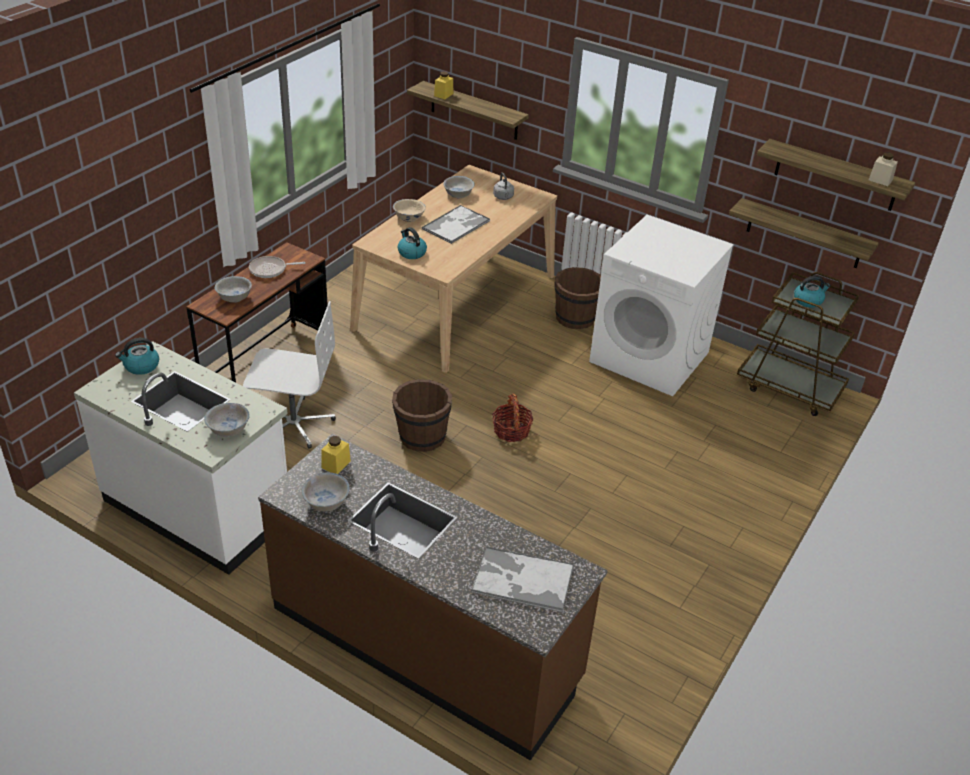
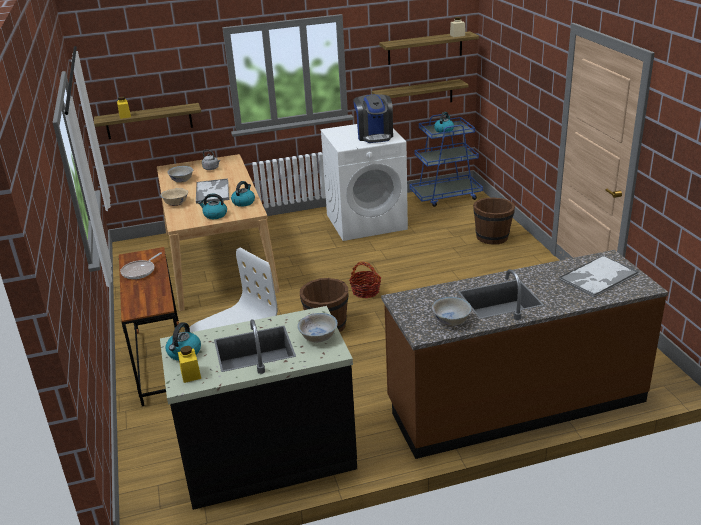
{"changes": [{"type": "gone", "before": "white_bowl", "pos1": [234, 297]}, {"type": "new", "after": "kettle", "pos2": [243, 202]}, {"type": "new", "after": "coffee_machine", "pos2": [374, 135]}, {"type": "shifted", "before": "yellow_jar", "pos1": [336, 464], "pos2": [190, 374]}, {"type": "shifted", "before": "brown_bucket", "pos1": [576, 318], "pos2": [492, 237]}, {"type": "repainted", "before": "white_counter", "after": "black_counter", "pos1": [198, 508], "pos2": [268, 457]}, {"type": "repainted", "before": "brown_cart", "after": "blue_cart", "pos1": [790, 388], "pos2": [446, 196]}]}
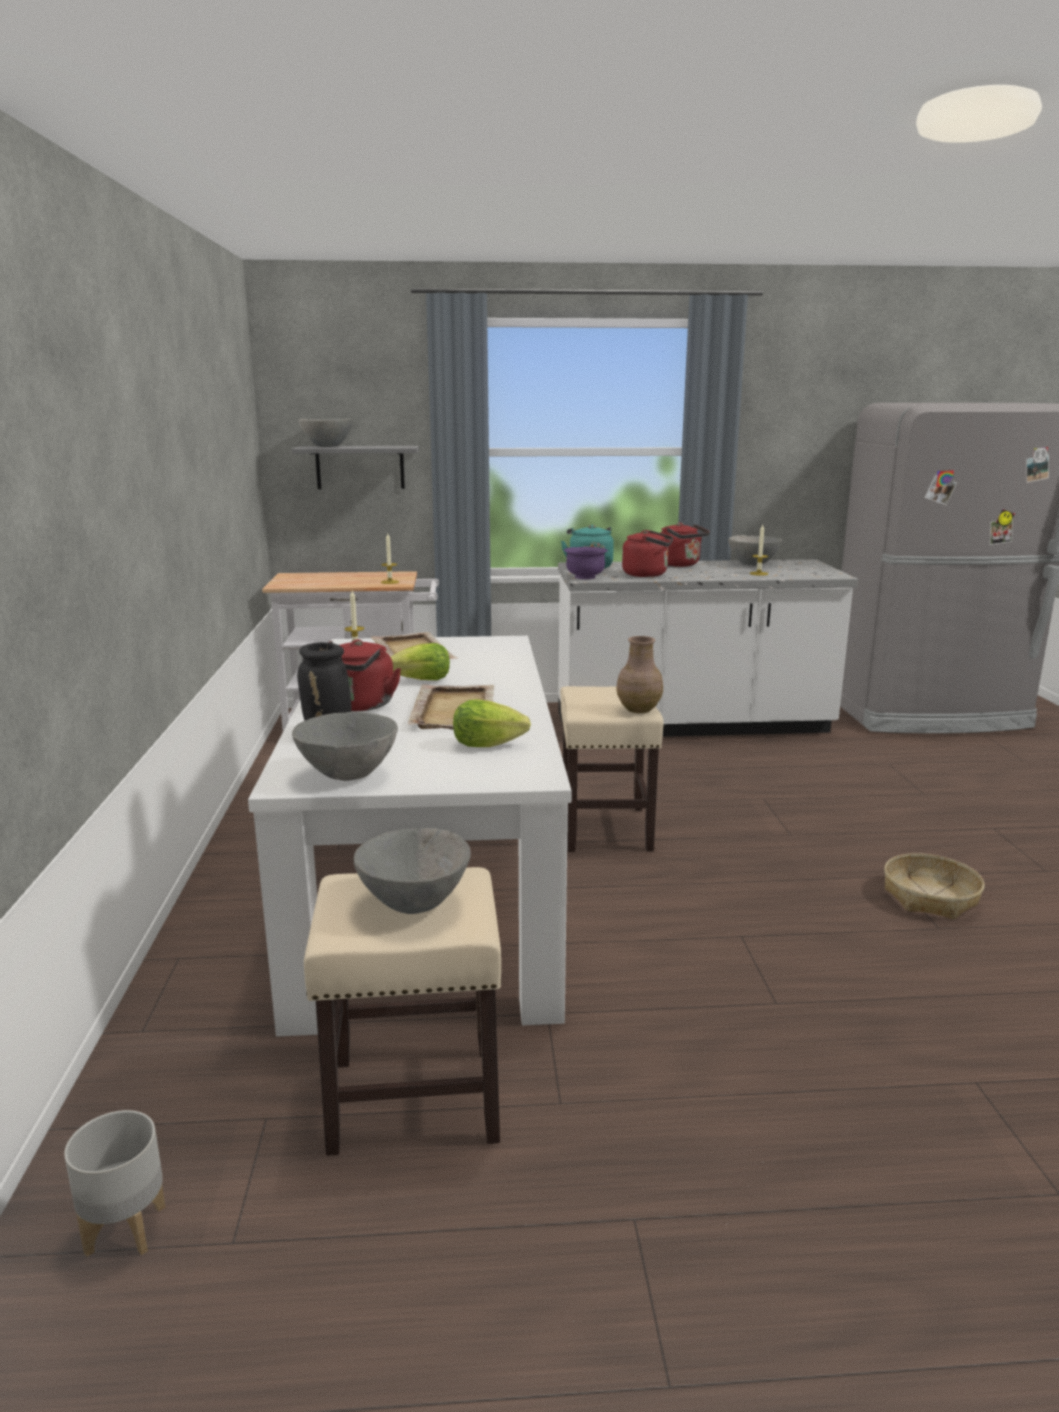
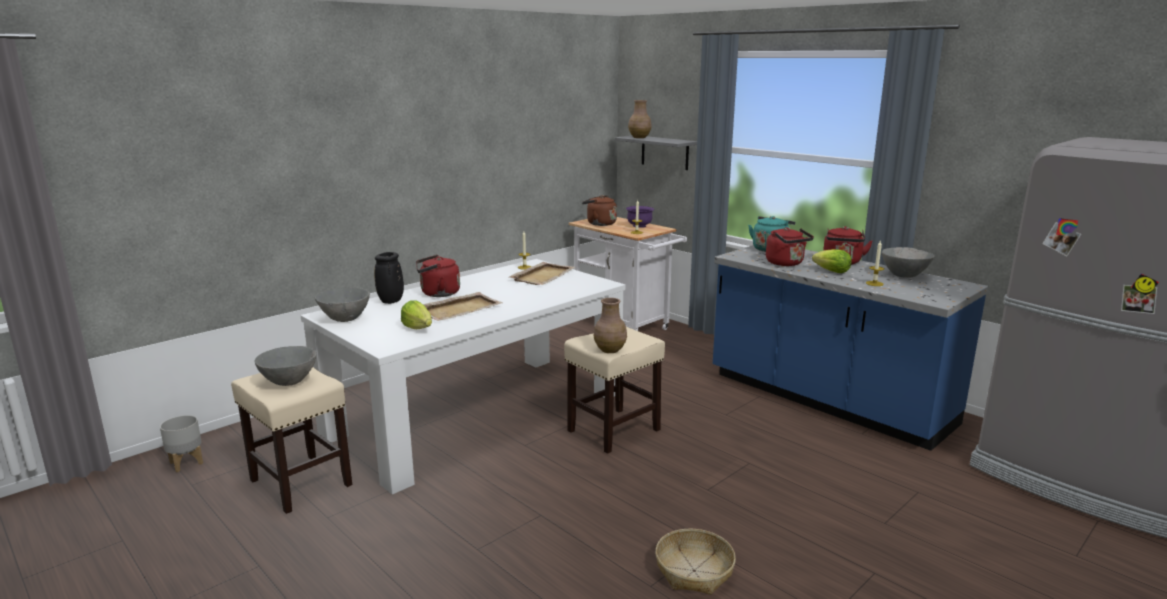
{"changes": [{"type": "new", "after": "brown_kettle", "pos2": [599, 223]}, {"type": "shifted", "before": "lettuce", "pos1": [422, 681], "pos2": [832, 272]}, {"type": "shifted", "before": "purple_bowl", "pos1": [585, 577], "pos2": [639, 226]}, {"type": "swapped", "before": "grey_bowl", "after": "brown_vase", "pos1": [327, 446], "pos2": [640, 137]}, {"type": "repainted", "before": "white_counter", "after": "blue_counter", "pos1": [692, 725], "pos2": [827, 400]}]}
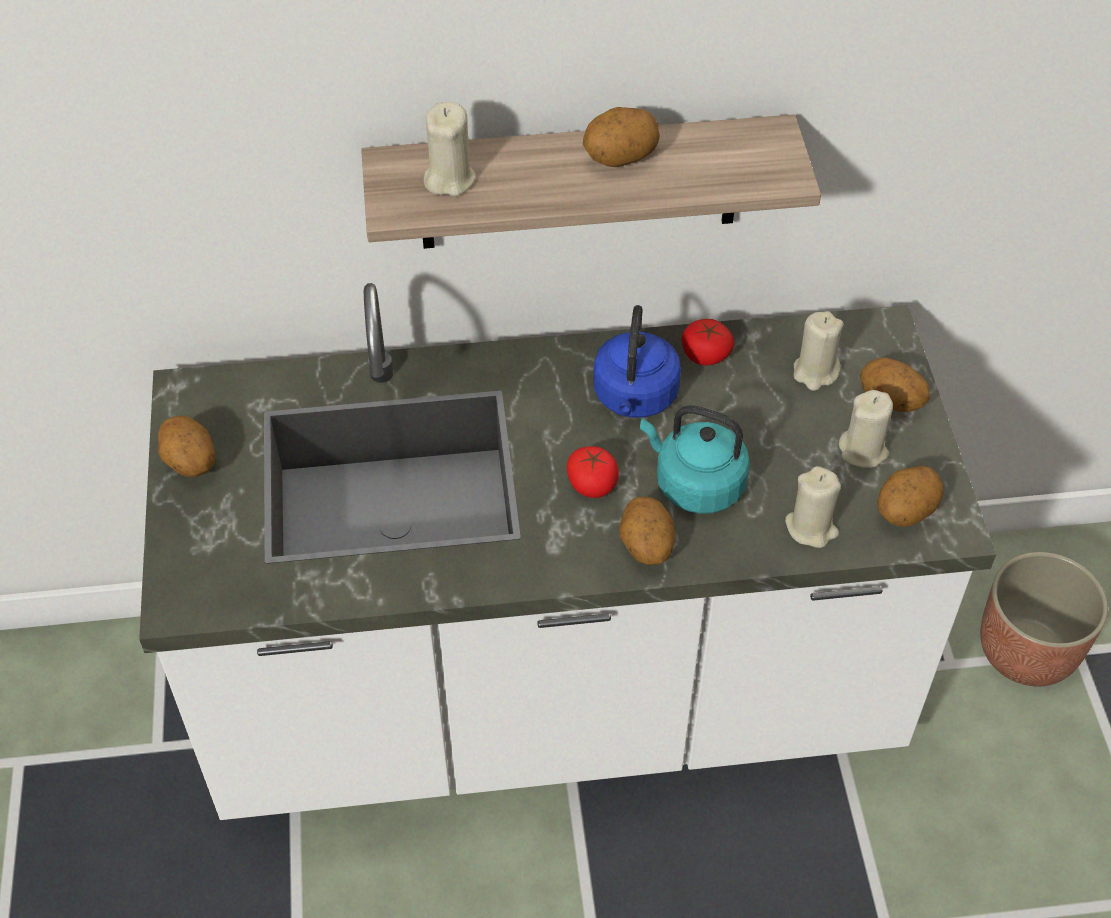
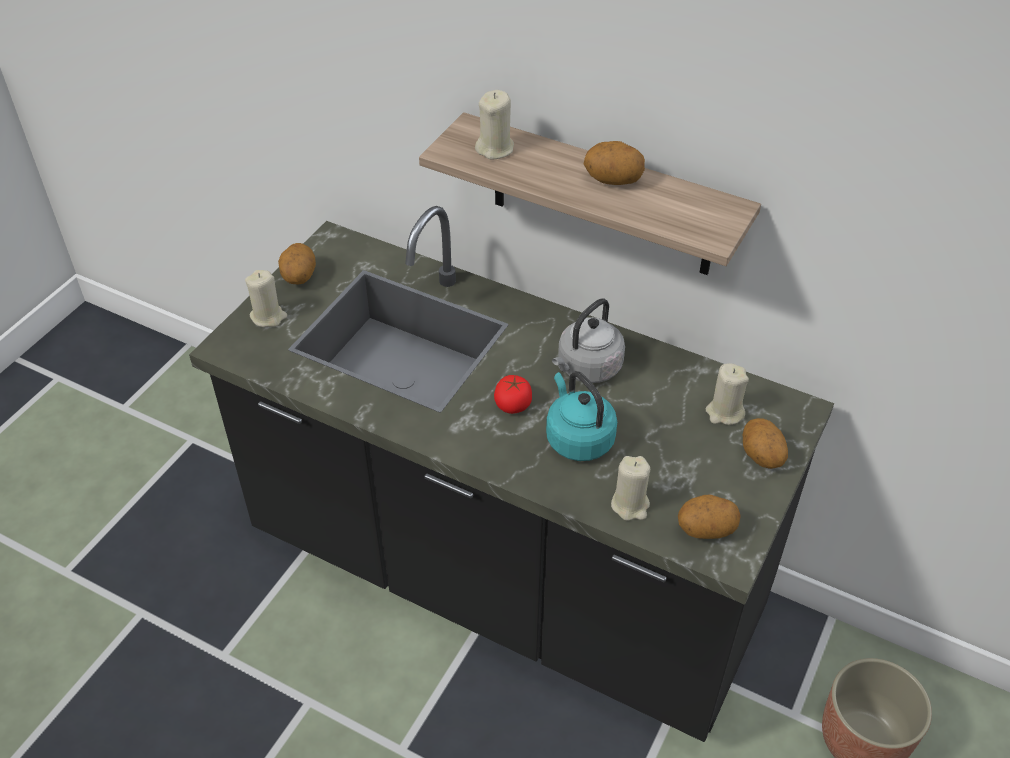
{"changes": [{"type": "gone", "before": "potato", "pos1": [645, 547]}, {"type": "gone", "before": "tomato", "pos1": [705, 354]}, {"type": "shifted", "before": "beige_candle", "pos1": [863, 450], "pos2": [268, 316]}, {"type": "repainted", "before": "white_counter", "after": "black_counter", "pos1": [555, 700], "pos2": [505, 578]}, {"type": "repainted", "before": "blue_kettle", "after": "grey_kettle", "pos1": [634, 398], "pos2": [587, 368]}]}
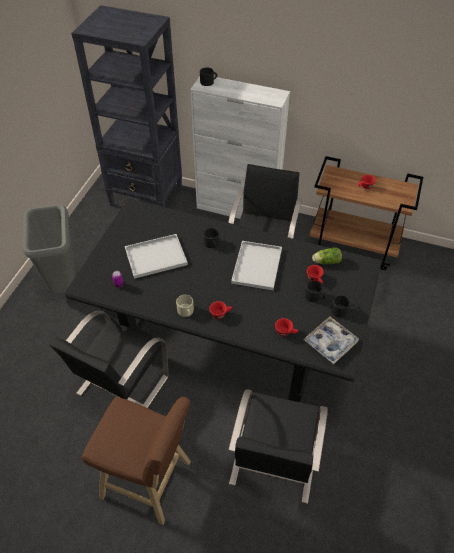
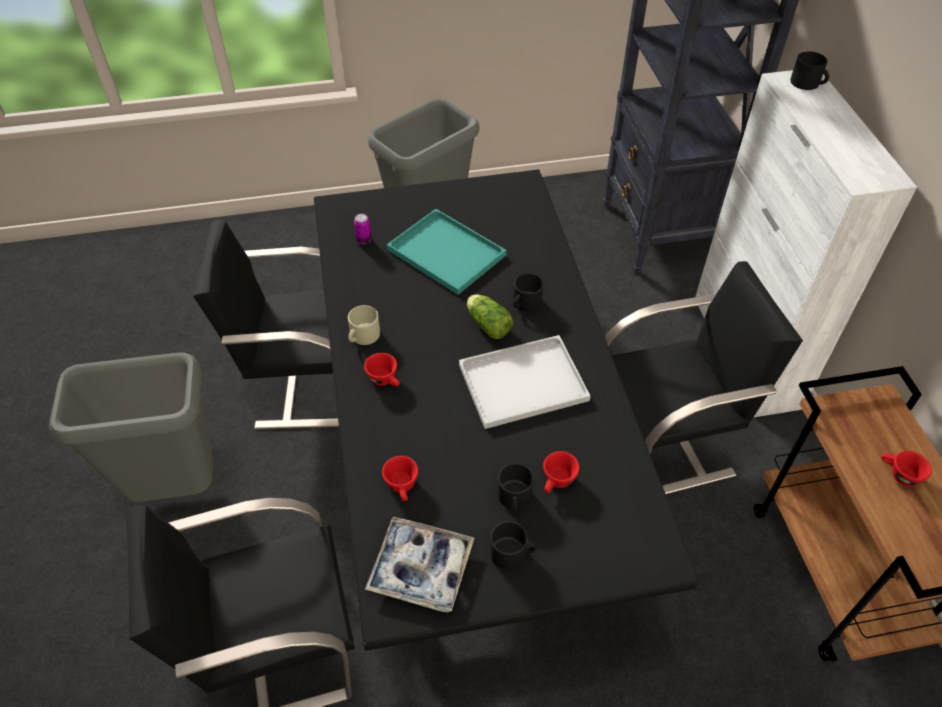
{"changes": [{"type": "shifted", "before": "lettuce", "pos1": [325, 261], "pos2": [487, 324]}, {"type": "swapped", "before": "brown_stool", "after": "grey_trash_can", "pos1": [150, 481], "pos2": [175, 492]}, {"type": "repainted", "before": "white_tray", "after": "turquoise_tray", "pos1": [157, 256], "pos2": [448, 253]}]}
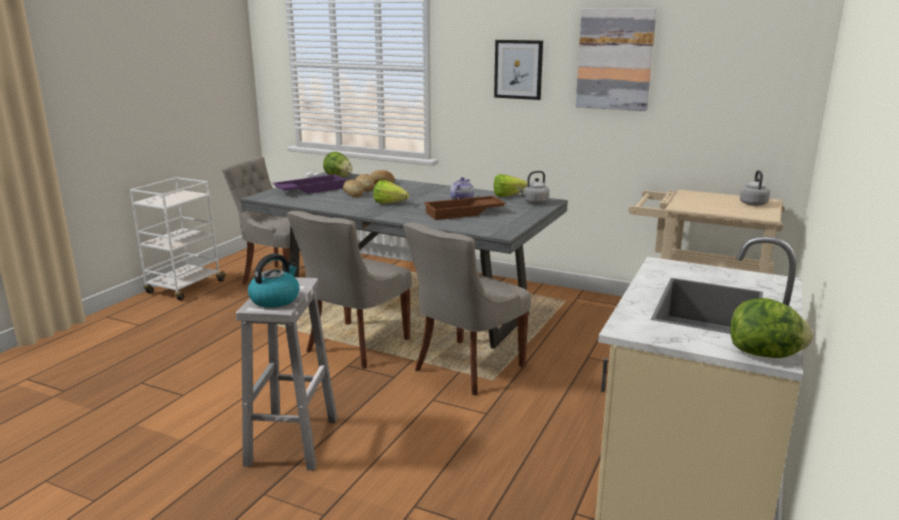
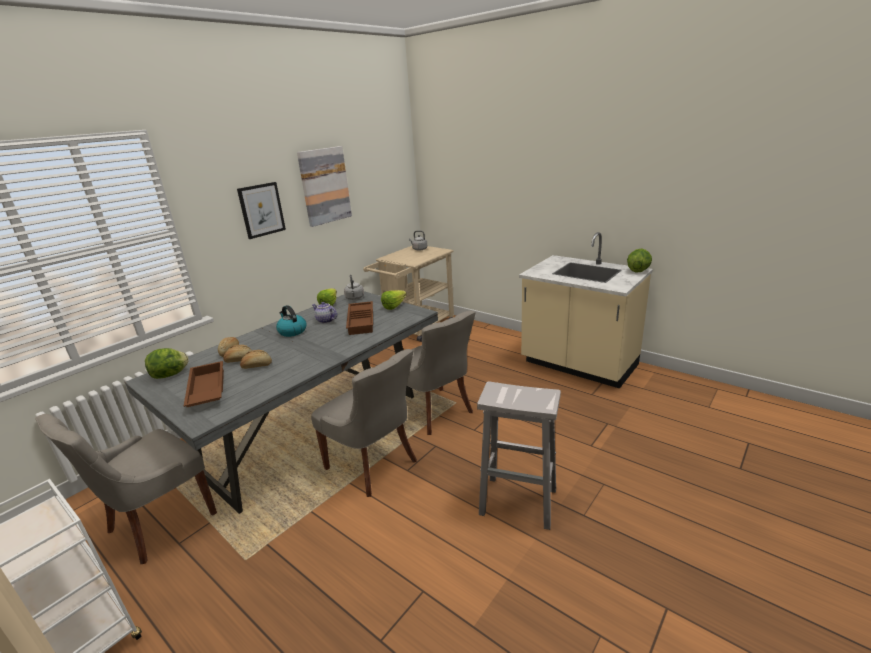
{"changes": [{"type": "shifted", "before": "kettle", "pos1": [275, 299], "pos2": [292, 331]}, {"type": "shifted", "before": "lettuce", "pos1": [392, 204], "pos2": [396, 306]}, {"type": "repainted", "before": "purple_tray", "after": "brown_tray", "pos1": [310, 189], "pos2": [206, 390]}]}
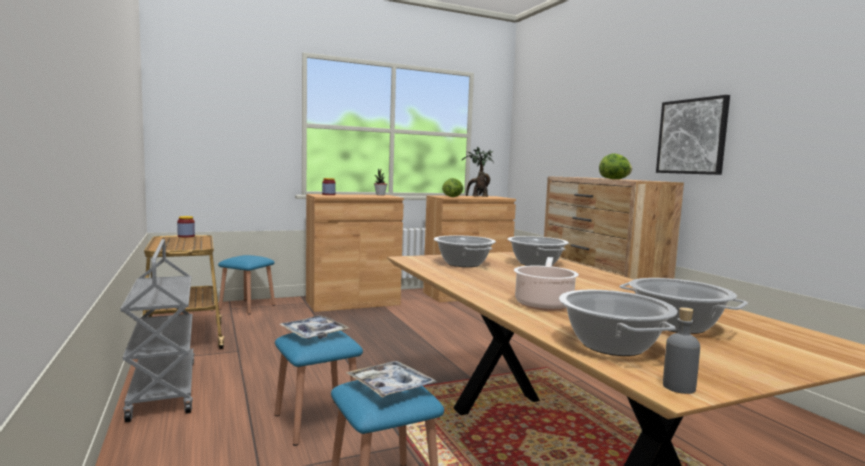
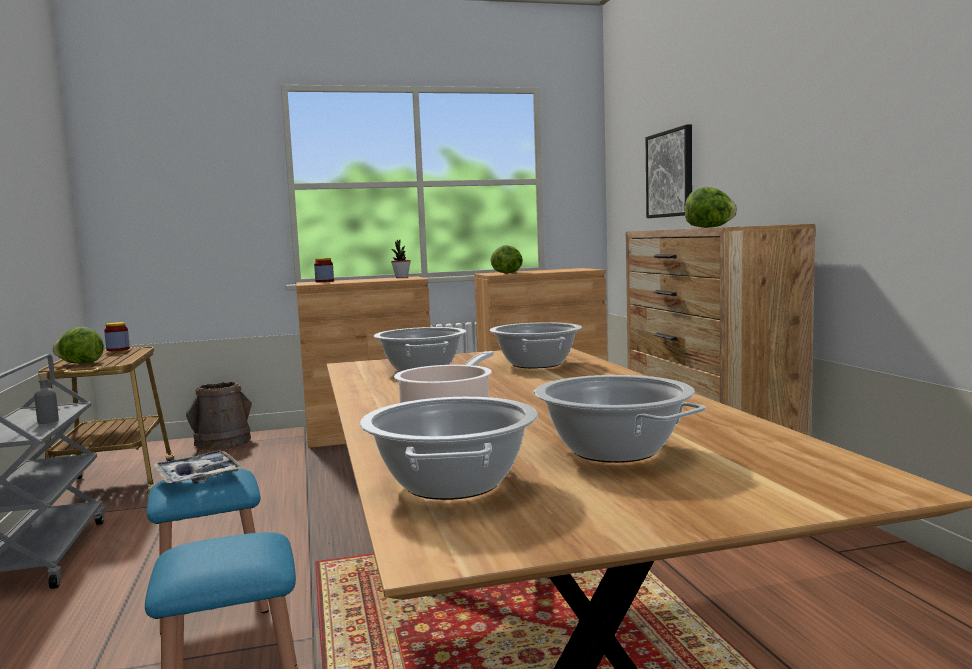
{"changes": [{"type": "gone", "before": "tray", "pos1": [390, 386]}, {"type": "gone", "before": "potted_plant", "pos1": [478, 196]}, {"type": "new", "after": "lettuce", "pos2": [80, 363]}, {"type": "shifted", "before": "picture", "pos1": [692, 136], "pos2": [670, 174]}, {"type": "shifted", "before": "grey_bottle", "pos1": [678, 387], "pos2": [48, 421]}, {"type": "swapped", "before": "blue_stool", "after": "brown_bucket", "pos1": [247, 307], "pos2": [223, 443]}]}
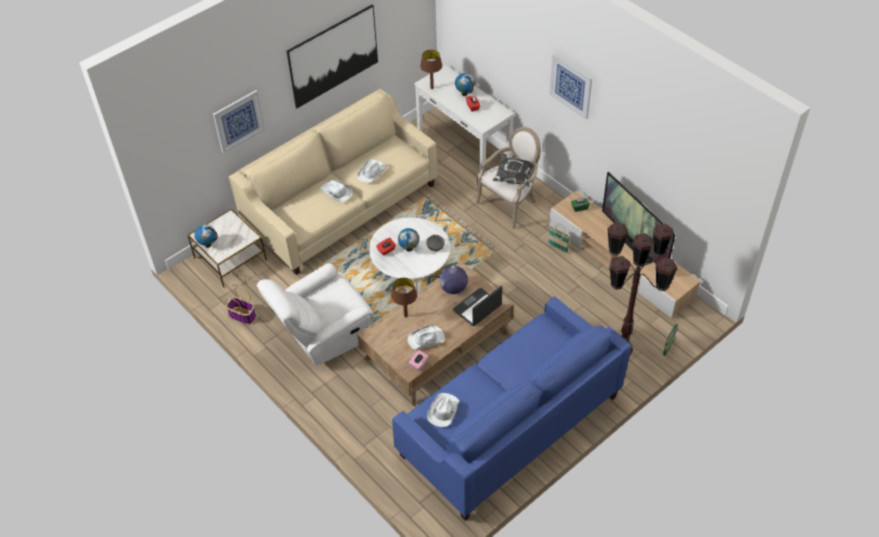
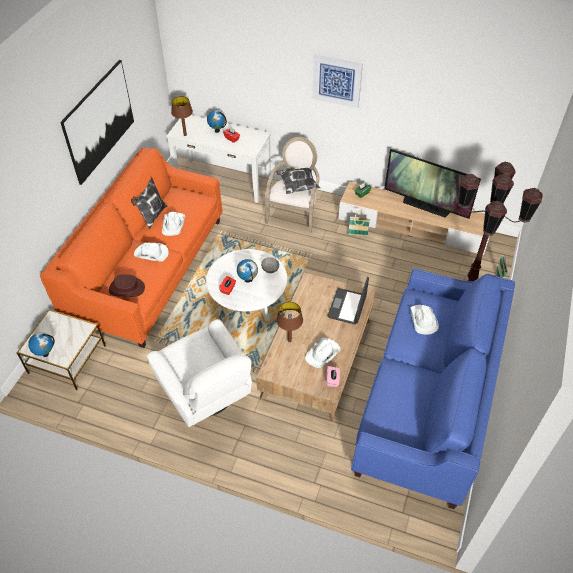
{"changes": [{"type": "gone", "before": "picture", "pos1": [238, 121]}, {"type": "gone", "before": "basket", "pos1": [243, 315]}, {"type": "gone", "before": "globe", "pos1": [453, 289]}, {"type": "new", "after": "brown_hat", "pos2": [127, 288]}, {"type": "new", "after": "pillow", "pos2": [152, 216]}, {"type": "shifted", "before": "white_hat", "pos1": [443, 411], "pos2": [423, 320]}, {"type": "repainted", "before": "beige_sofa", "after": "orange_sofa", "pos1": [341, 207], "pos2": [148, 270]}, {"type": "rotated", "before": "white_armchair", "pos1": [323, 336], "pos2": [207, 394], "turn": -60}]}
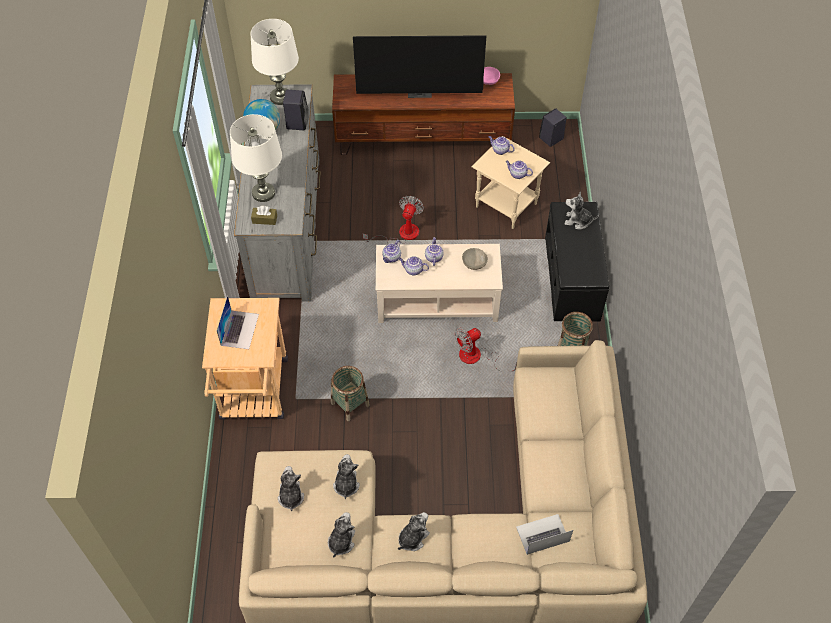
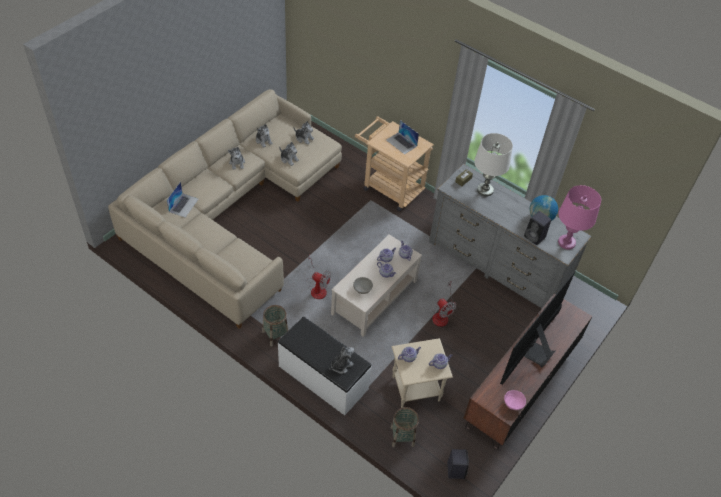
{"changes": [{"type": "shifted", "before": "basket", "pos1": [350, 404], "pos2": [402, 436]}, {"type": "repainted", "before": "white_table_lamp", "after": "pink_table_lamp", "pos1": [280, 97], "pos2": [566, 242]}, {"type": "repainted", "before": "black_bench", "after": "white_bench", "pos1": [572, 278], "pos2": [322, 378]}, {"type": "rotated", "before": "fan", "pos1": [478, 358], "pos2": [317, 288], "turn": 105}]}
